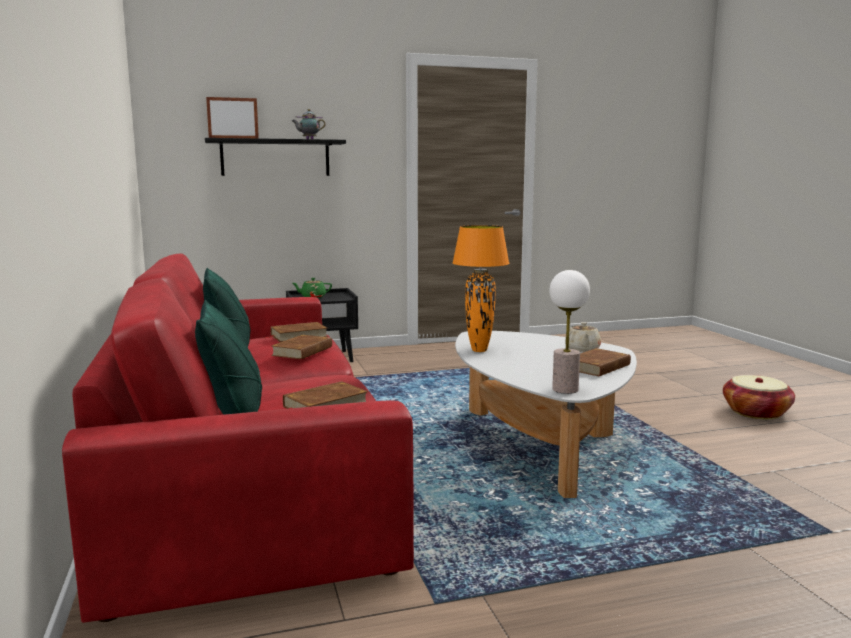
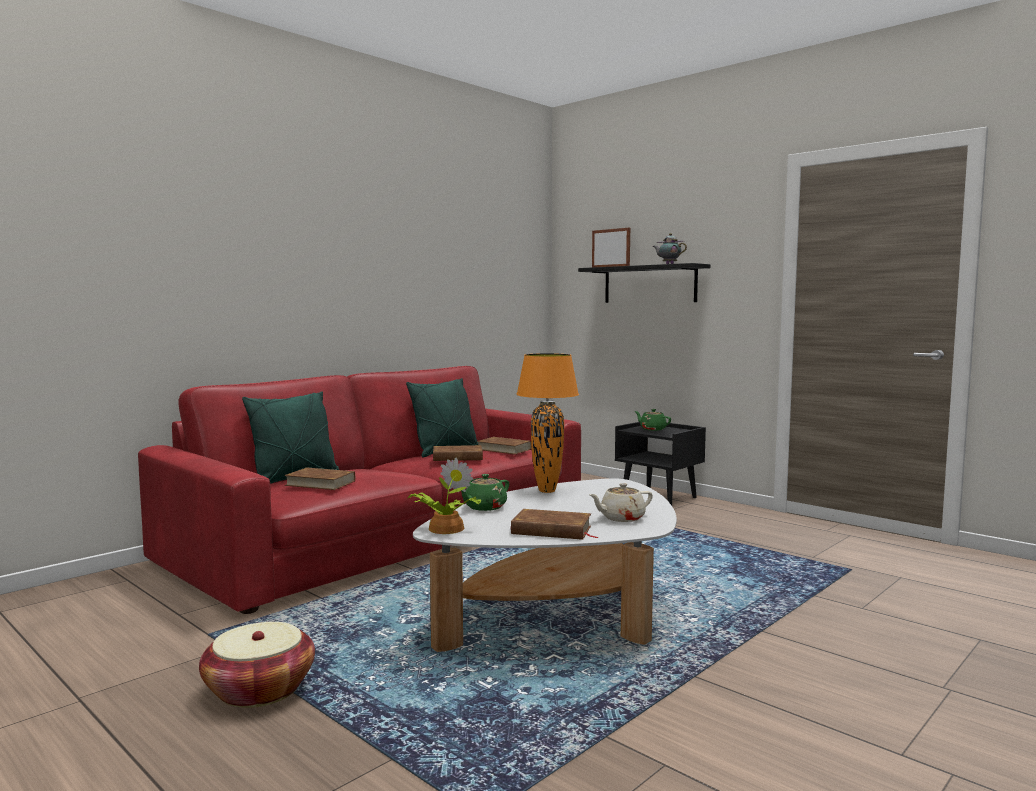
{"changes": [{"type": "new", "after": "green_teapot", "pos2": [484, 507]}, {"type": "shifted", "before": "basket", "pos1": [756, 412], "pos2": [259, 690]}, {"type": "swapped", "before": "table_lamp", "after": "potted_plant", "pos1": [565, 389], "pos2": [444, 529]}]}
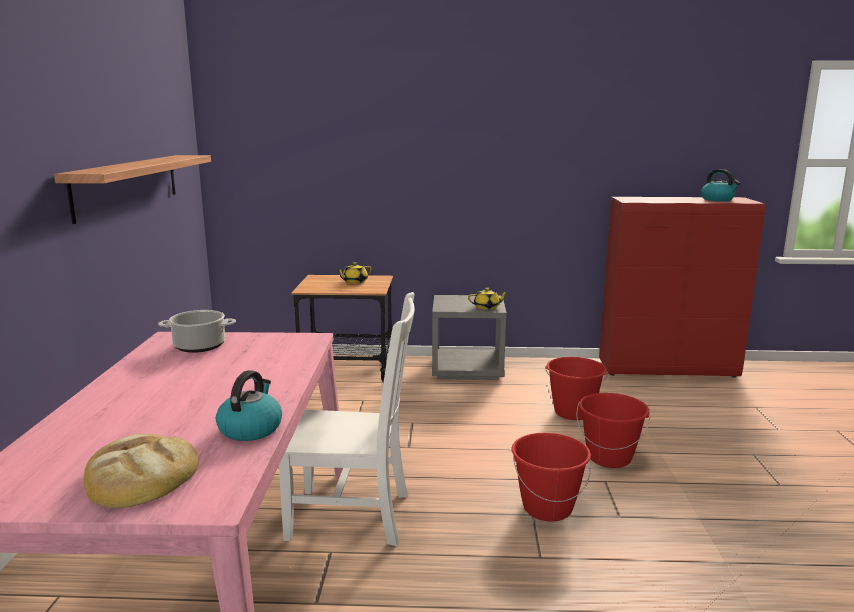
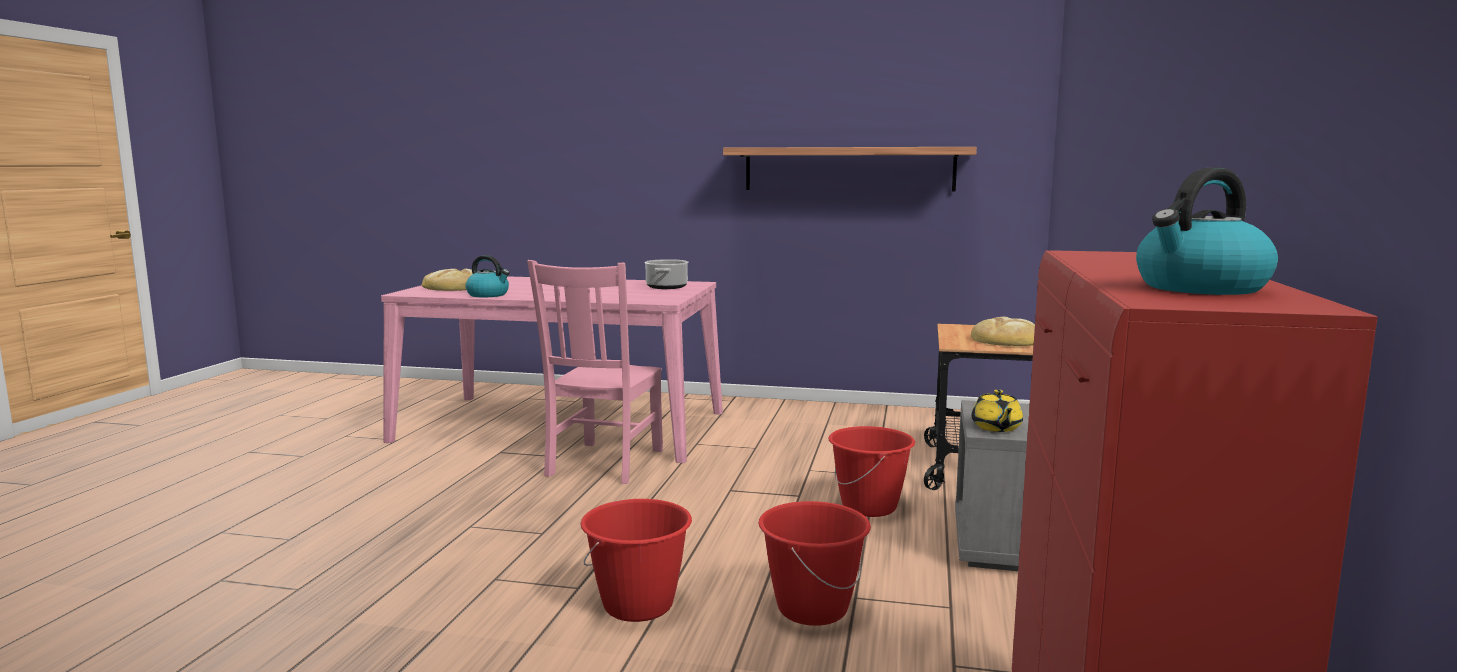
{"changes": [{"type": "shifted", "before": "red_bucket", "pos1": [547, 508], "pos2": [869, 507]}, {"type": "swapped", "before": "yellow_teapot", "after": "bread", "pos1": [354, 282], "pos2": [1006, 340]}, {"type": "repainted", "before": "white_chair", "after": "pink_chair", "pos1": [354, 516], "pos2": [603, 464]}]}
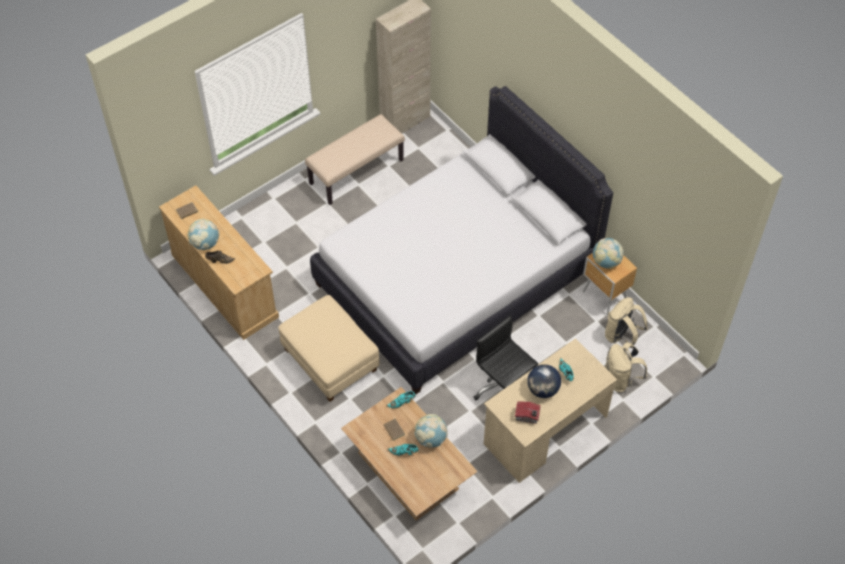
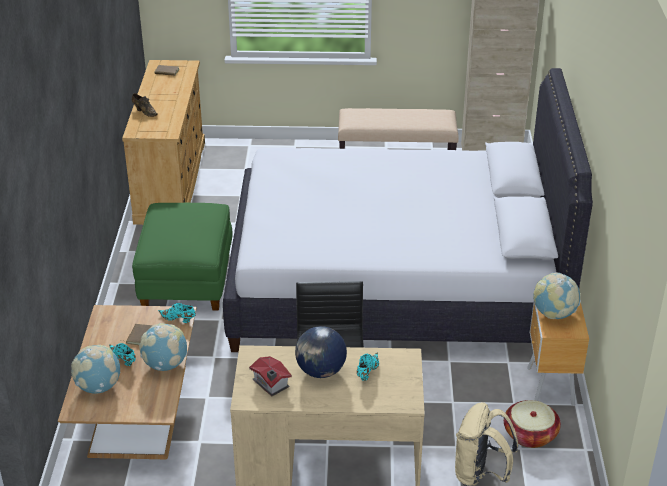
{"changes": [{"type": "shifted", "before": "globe", "pos1": [205, 243], "pos2": [98, 387]}, {"type": "swapped", "before": "beige_backpack", "after": "basket", "pos1": [621, 336], "pos2": [530, 434]}, {"type": "repainted", "before": "beige_ottoman", "after": "green_ottoman", "pos1": [331, 360], "pos2": [187, 280]}]}
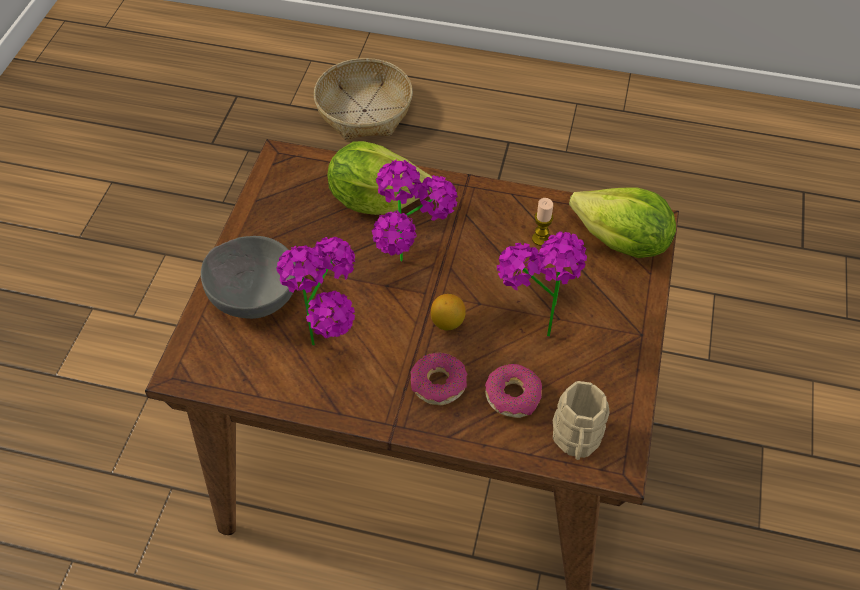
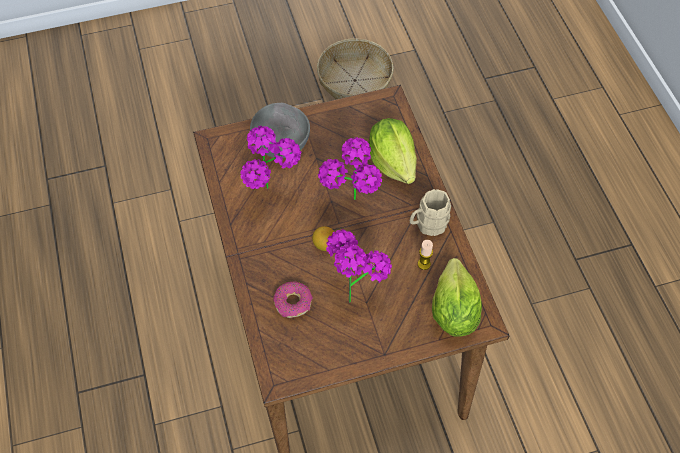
{"changes": [{"type": "gone", "before": "donut", "pos1": [438, 384]}, {"type": "shifted", "before": "basket", "pos1": [364, 110], "pos2": [355, 80]}, {"type": "shifted", "before": "beige_mug", "pos1": [576, 441], "pos2": [427, 224]}]}
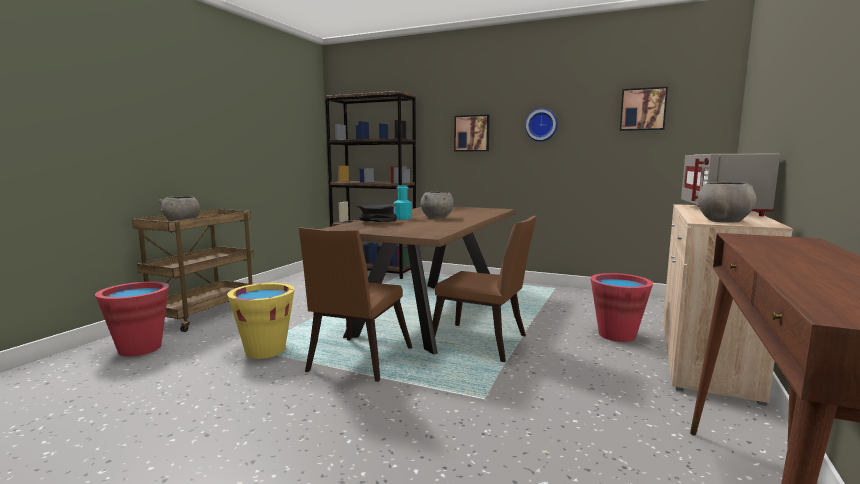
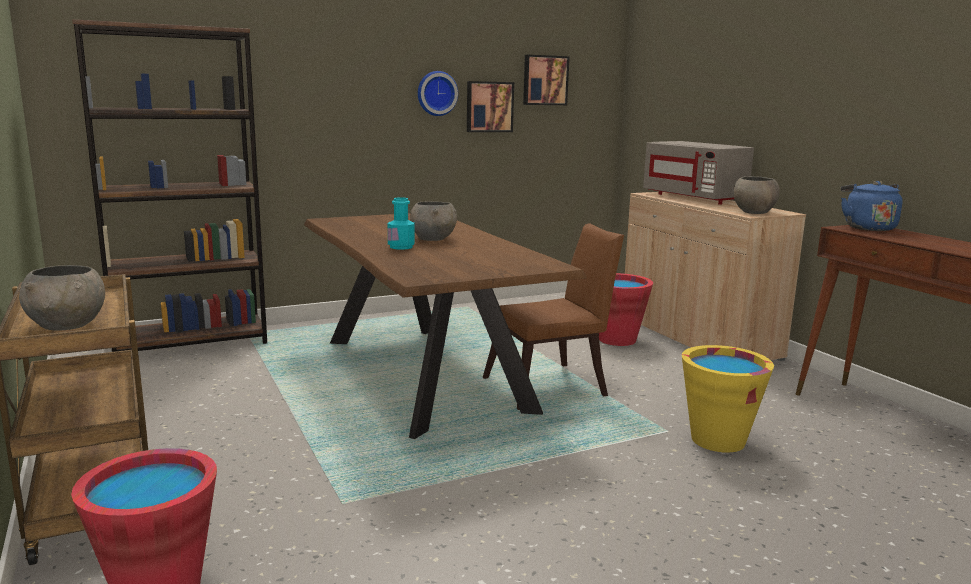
{"changes": [{"type": "gone", "before": "brown_chair", "pos1": [356, 362]}, {"type": "gone", "before": "black_bowl", "pos1": [376, 222]}, {"type": "new", "after": "blue_kettle", "pos2": [867, 228]}, {"type": "shifted", "before": "yellow_bucket", "pos1": [265, 350], "pos2": [718, 440]}, {"type": "shifted", "before": "picture", "pos1": [472, 133], "pos2": [489, 107]}]}
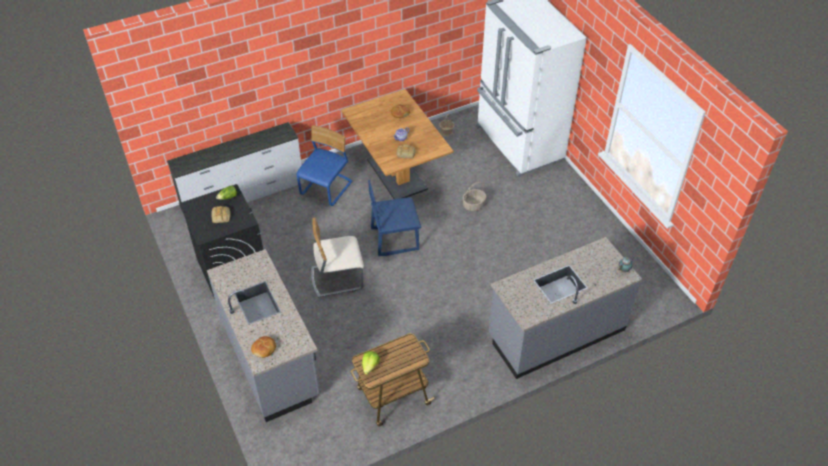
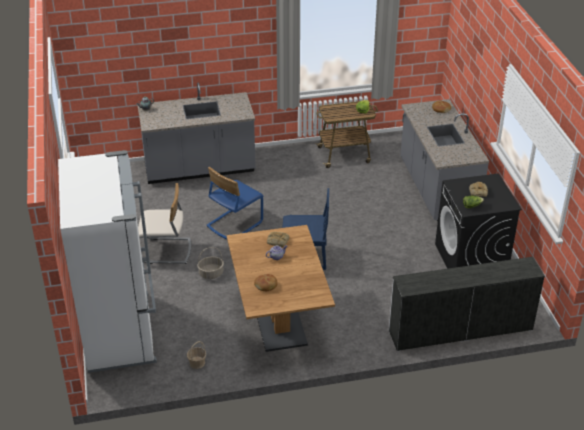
{"changes": [{"type": "shifted", "before": "blue_chair", "pos1": [327, 189], "pos2": [234, 224]}, {"type": "shifted", "before": "beige_chair", "pos1": [337, 278], "pos2": [166, 251]}]}
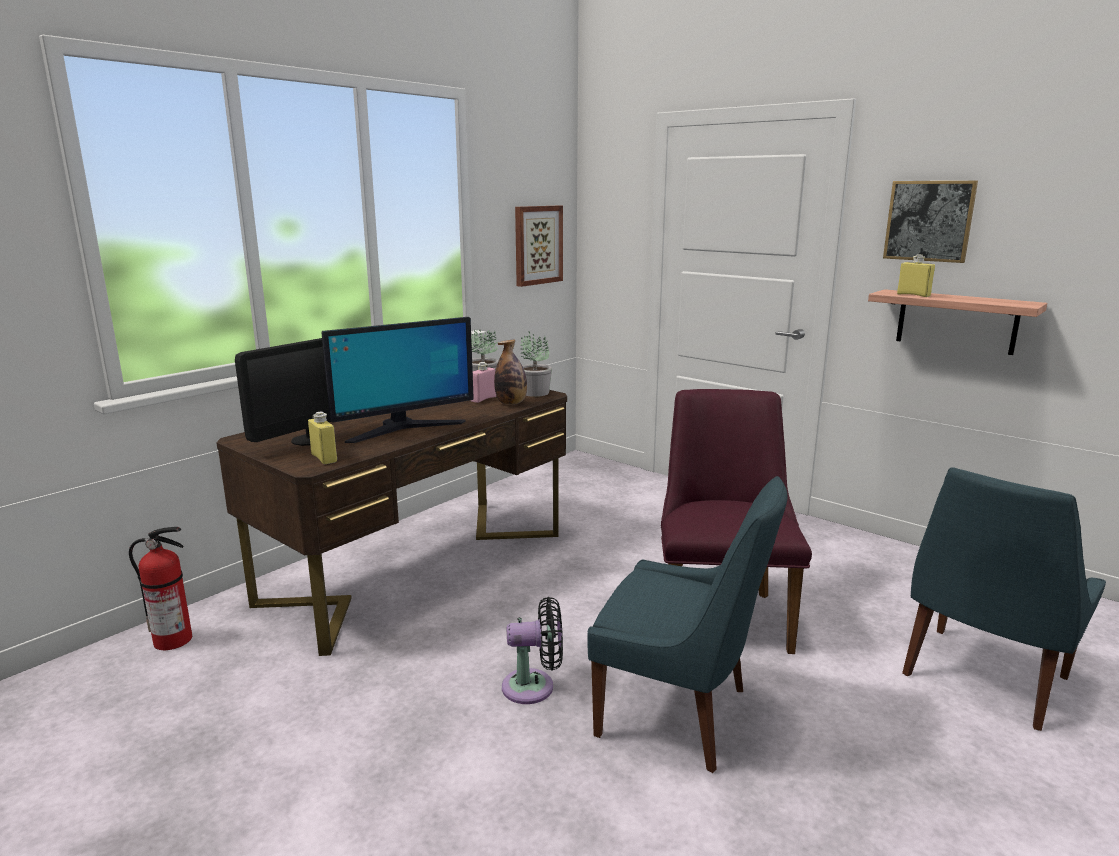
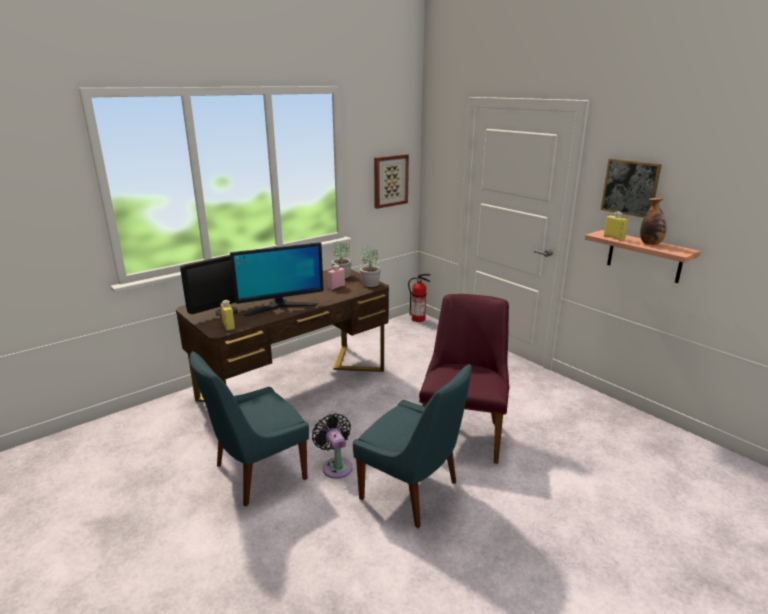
{"changes": [{"type": "shifted", "before": "fire_extinguisher", "pos1": [174, 640], "pos2": [419, 319]}, {"type": "shifted", "before": "bottle", "pos1": [511, 403], "pos2": [650, 244]}, {"type": "shifted", "before": "blue_chair", "pos1": [982, 679], "pos2": [257, 473]}, {"type": "rotated", "before": "black_fan", "pos1": [534, 687], "pos2": [336, 466], "turn": -120}]}
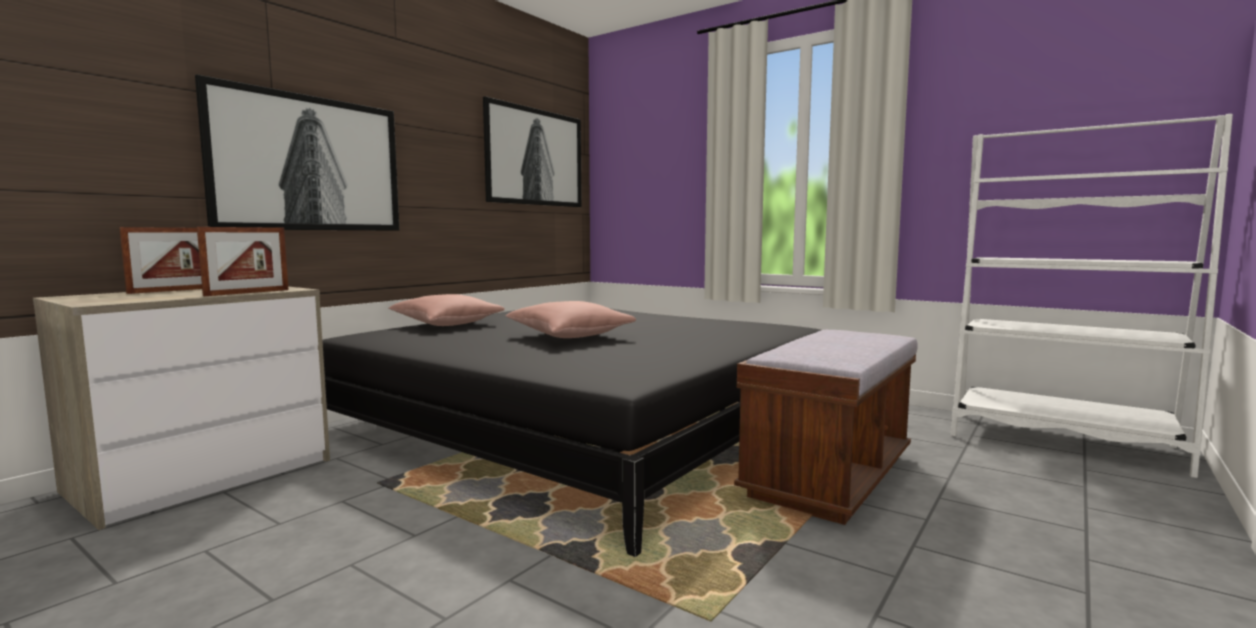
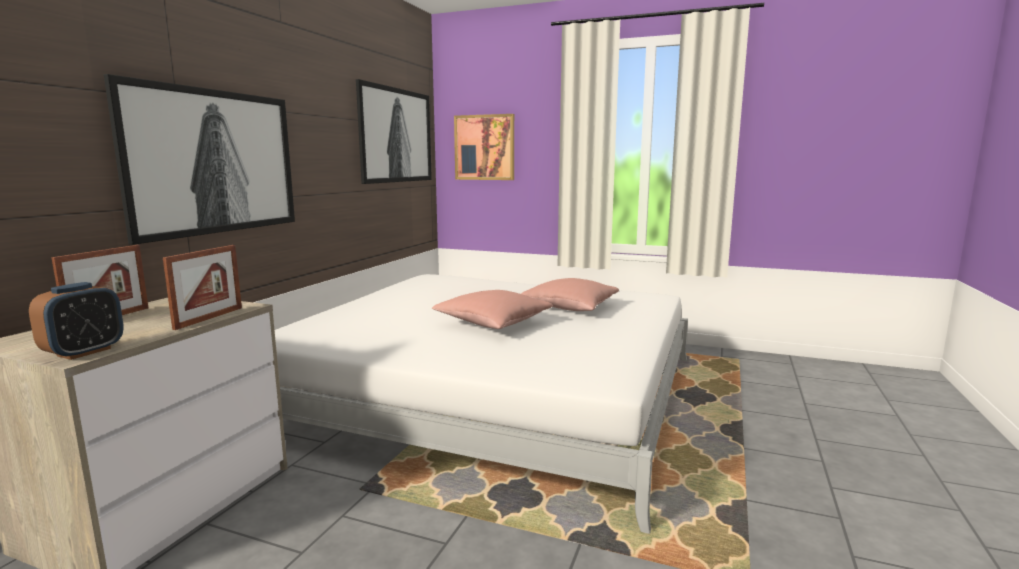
{"changes": [{"type": "gone", "before": "brown_bench", "pos1": [829, 477]}, {"type": "gone", "before": "white_bookcase", "pos1": [1061, 441]}, {"type": "new", "after": "alarm_clock", "pos2": [84, 352]}, {"type": "new", "after": "picture", "pos2": [484, 147]}, {"type": "shifted", "before": "pink_pillow", "pos1": [447, 324], "pos2": [570, 307]}, {"type": "repainted", "before": "black_bed", "after": "white_bed", "pos1": [584, 420], "pos2": [492, 392]}]}
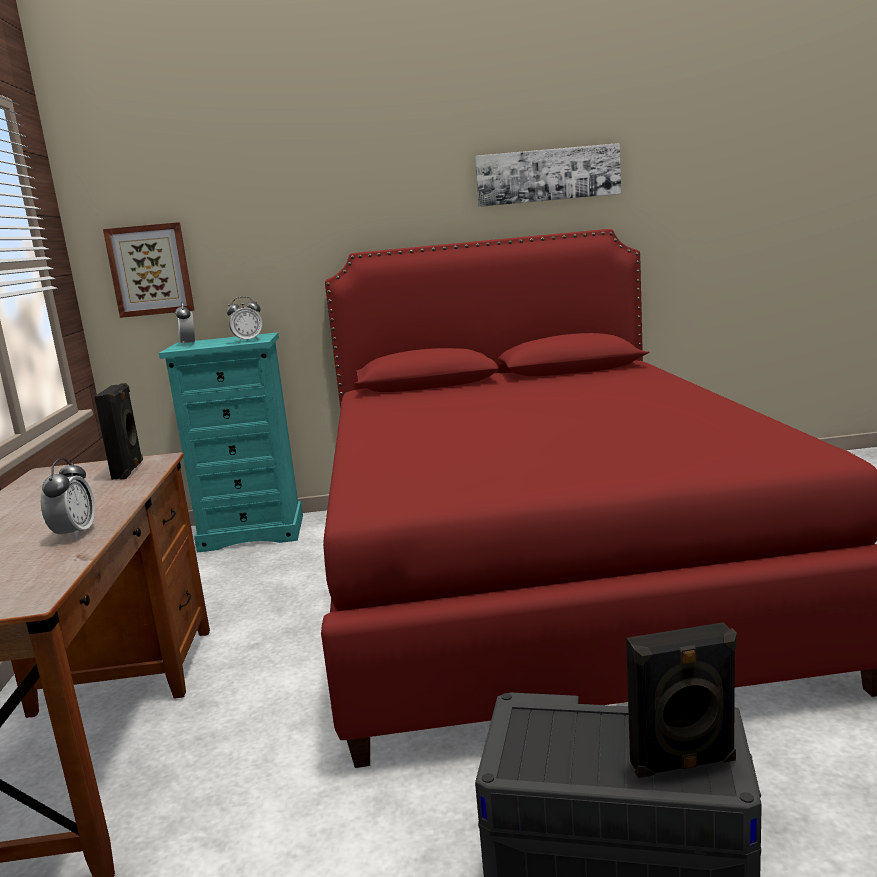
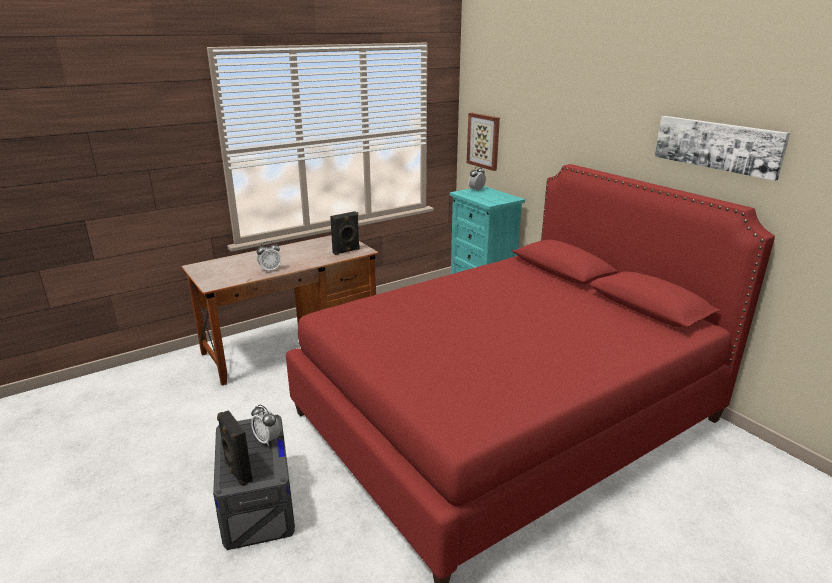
{"changes": [{"type": "shifted", "before": "alarm_clock", "pos1": [248, 341], "pos2": [267, 440]}]}
